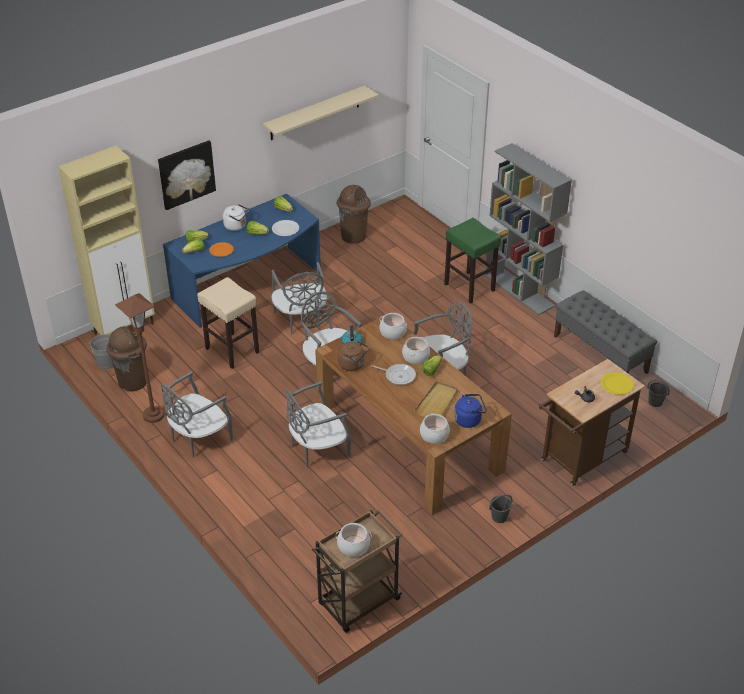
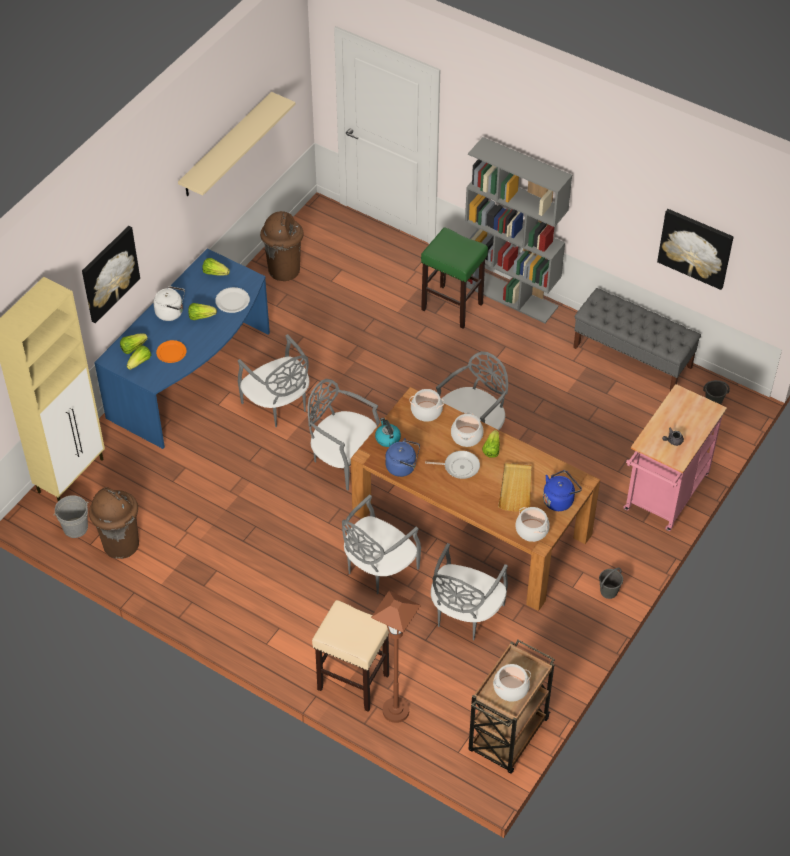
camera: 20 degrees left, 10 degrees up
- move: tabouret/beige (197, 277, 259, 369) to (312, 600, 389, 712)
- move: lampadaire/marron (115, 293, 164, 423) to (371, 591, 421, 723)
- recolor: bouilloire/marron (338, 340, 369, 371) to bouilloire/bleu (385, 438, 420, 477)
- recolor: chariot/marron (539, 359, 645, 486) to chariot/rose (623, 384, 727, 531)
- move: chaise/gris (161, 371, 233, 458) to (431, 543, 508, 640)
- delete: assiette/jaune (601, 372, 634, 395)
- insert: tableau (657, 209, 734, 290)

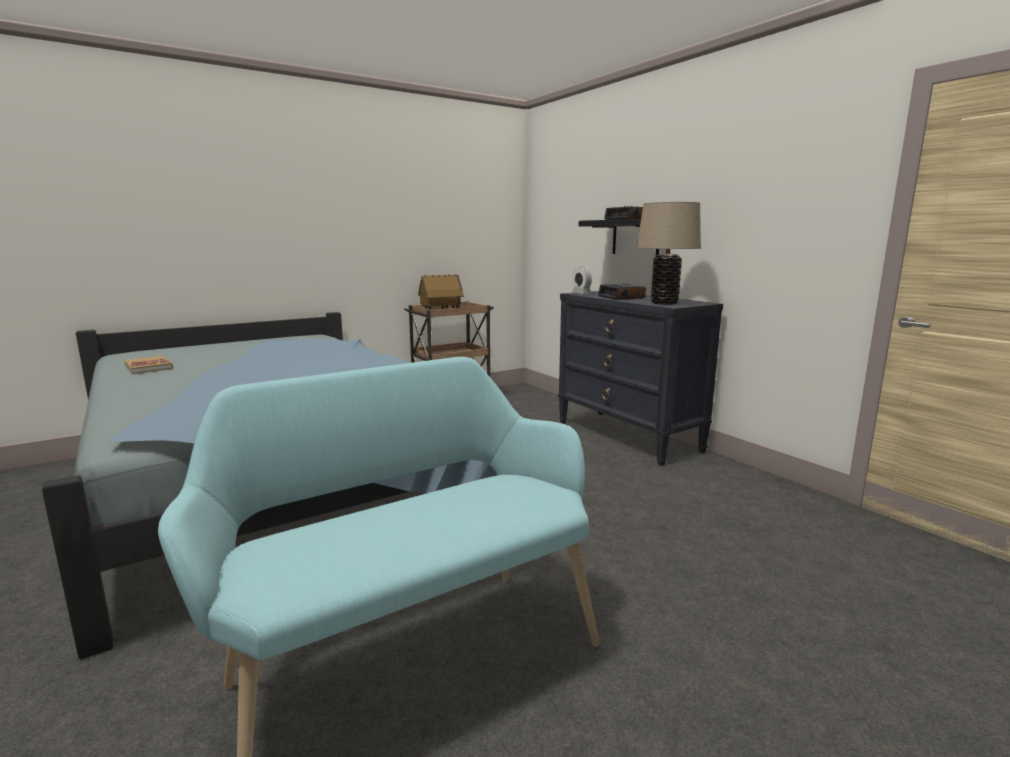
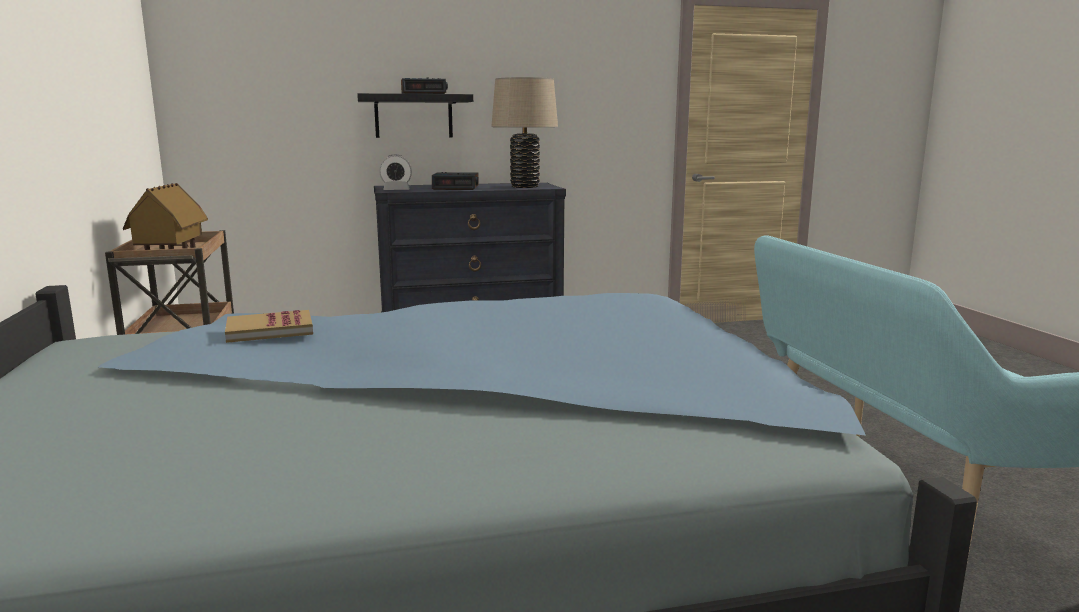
camera: 70 degrees left, 0 degrees up
- move: livre (124, 356, 173, 374) to (225, 310, 313, 343)

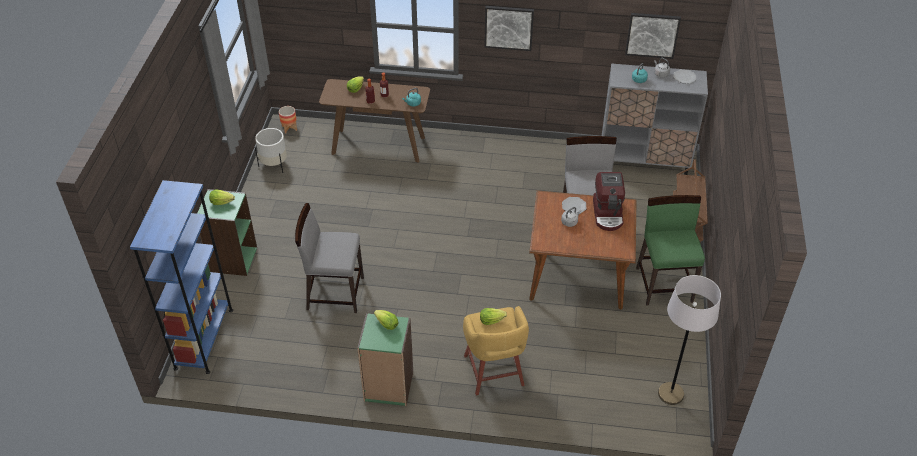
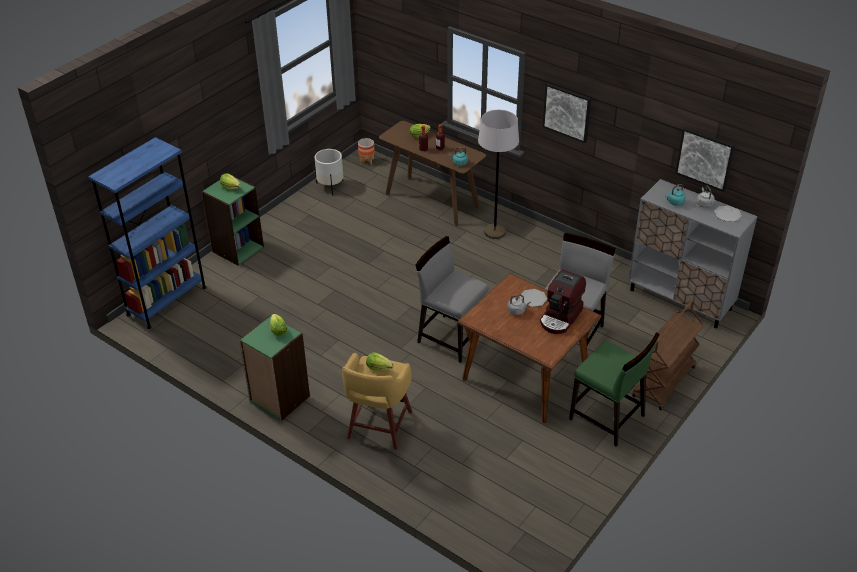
camera: 30 degrees right, 5 degrees down
- rotate: chaise/vert (636, 195, 705, 306) = (569, 332, 659, 447) 105 degrees clockwise
- move: chaise/gris (295, 203, 364, 313) to (416, 236, 488, 363)
- move: lampadaire/gris (658, 275, 721, 405) to (478, 110, 519, 239)

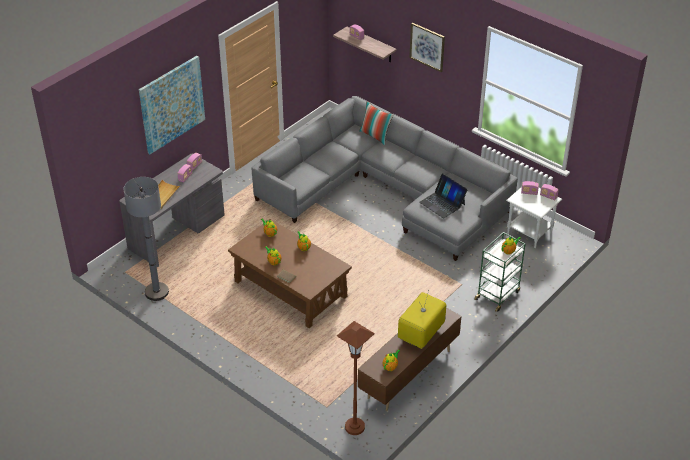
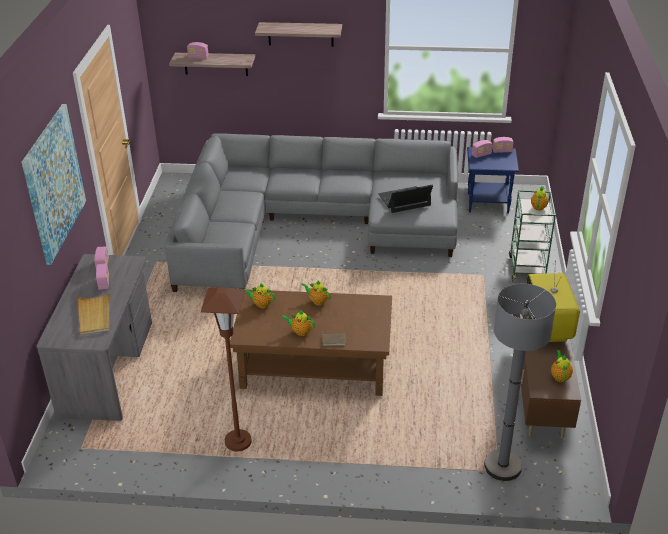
camera: 35 degrees left, 5 degrees down
- replace: tableau (409, 23, 445, 72) to étagère (255, 22, 342, 47)
- delete: coussin (359, 101, 394, 145)
- rotate: ordinateur portable (419, 173, 468, 219) = (378, 185, 433, 213) 150 degrees clockwise
- move: lampadaire/gris (123, 177, 169, 301) to (484, 284, 556, 481)
- recolor: table d'appoint/blanc (506, 187, 562, 248) to table d'appoint/bleu (467, 147, 519, 214)
- move: lampadaire/marron (337, 321, 375, 435) to (201, 287, 252, 452)

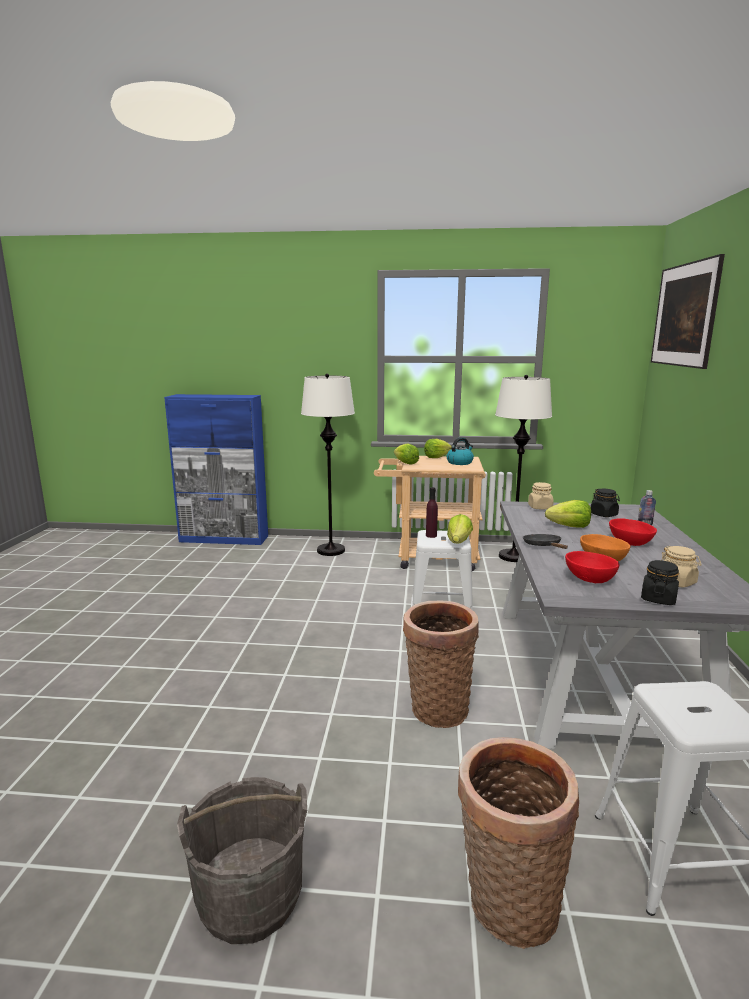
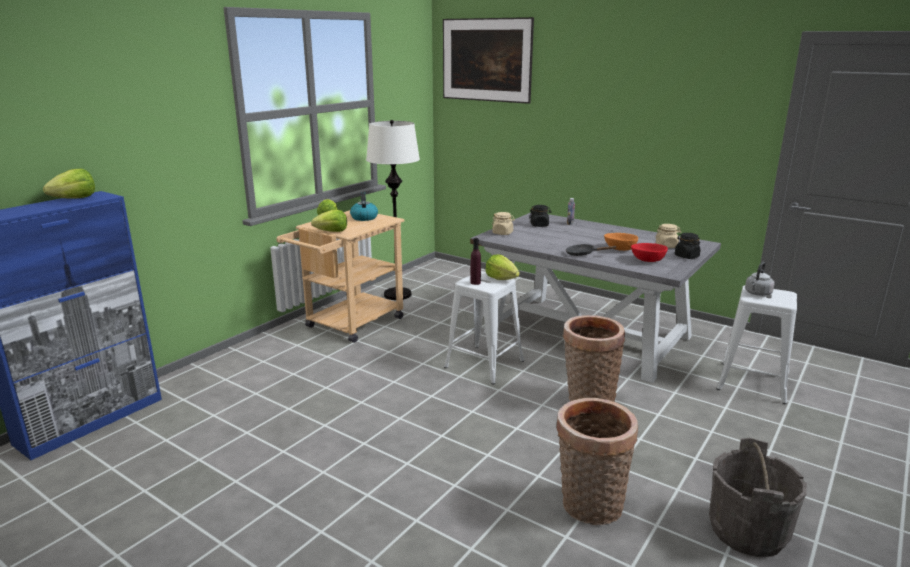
camera: 60 degrees left, 5 degrees up
- delete: lampadaire/blanc (301, 374, 355, 556)
- move: laitue (545, 500, 591, 528) to (43, 168, 95, 199)
- delete: bol/rouge (609, 518, 657, 546)
- move: panier (458, 737, 579, 949) to (556, 398, 638, 525)
- insert: bouilloire/gris (745, 262, 775, 296)

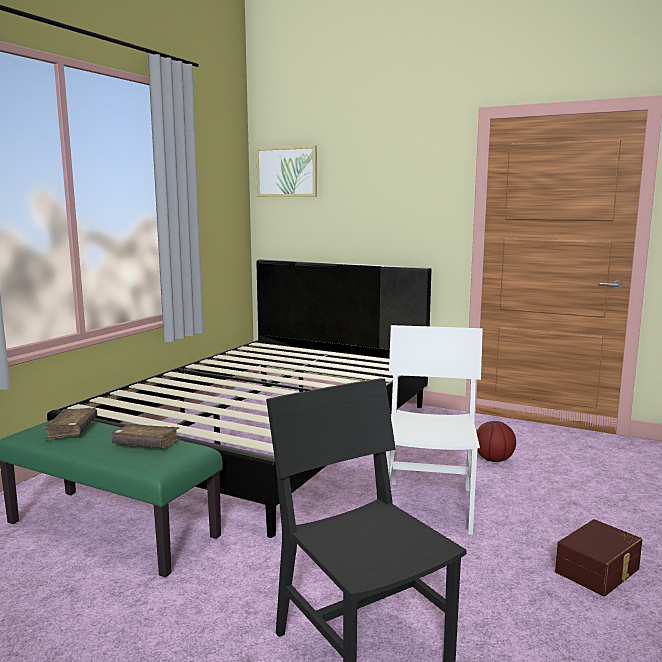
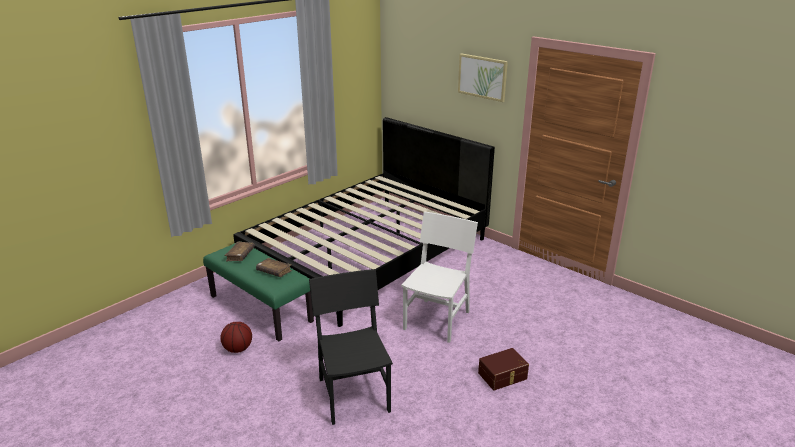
camera: 15 degrees right, 15 degrees up
- move: tableau (256, 145, 317, 197) to (458, 53, 508, 102)
- move: ballon de basket (476, 421, 516, 462) to (220, 322, 252, 353)

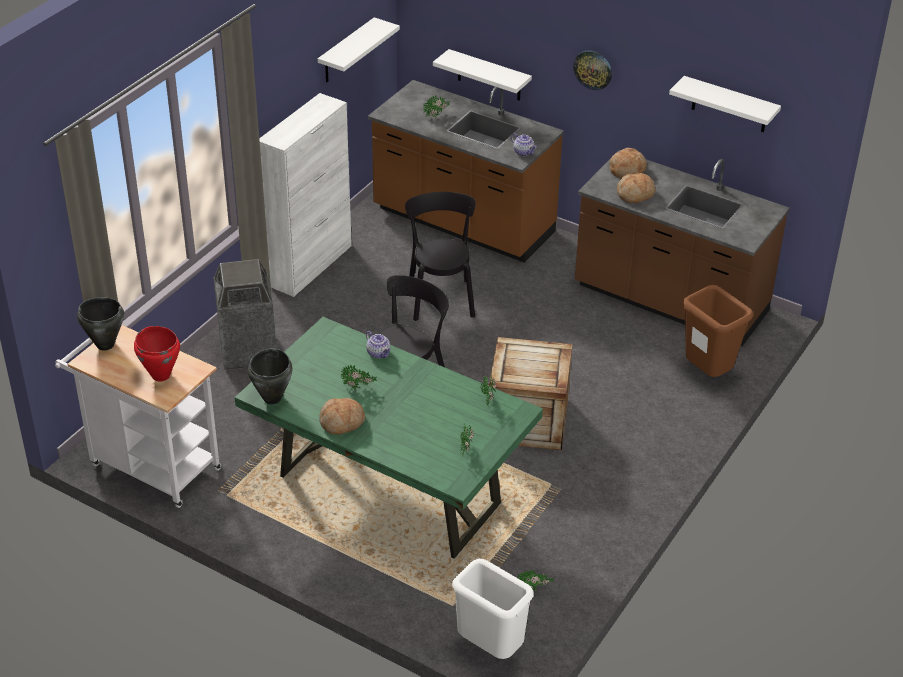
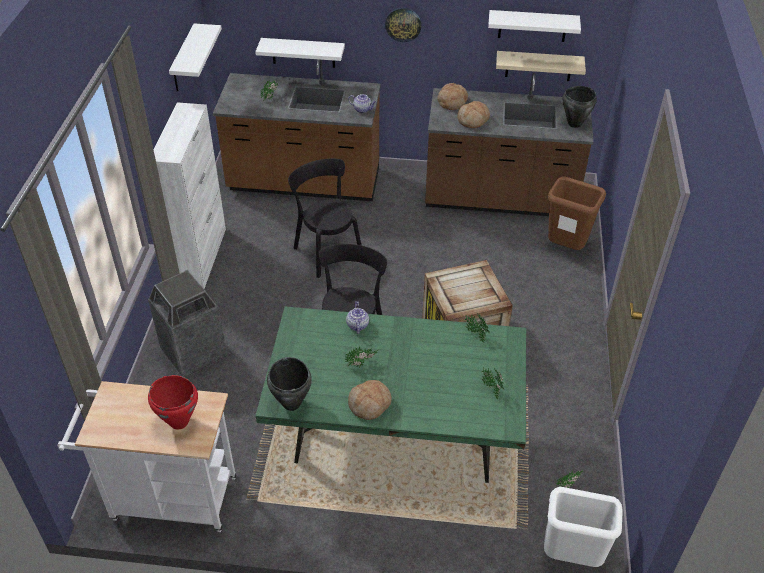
camera: 25 degrees left, 5 degrees up
- move: marmite/noir (77, 297, 124, 351) to (562, 86, 597, 128)
- rotate: théière (366, 331, 391, 359) = (346, 301, 369, 334) 120 degrees counterclockwise
- insert: étagère/beige (496, 51, 586, 81)

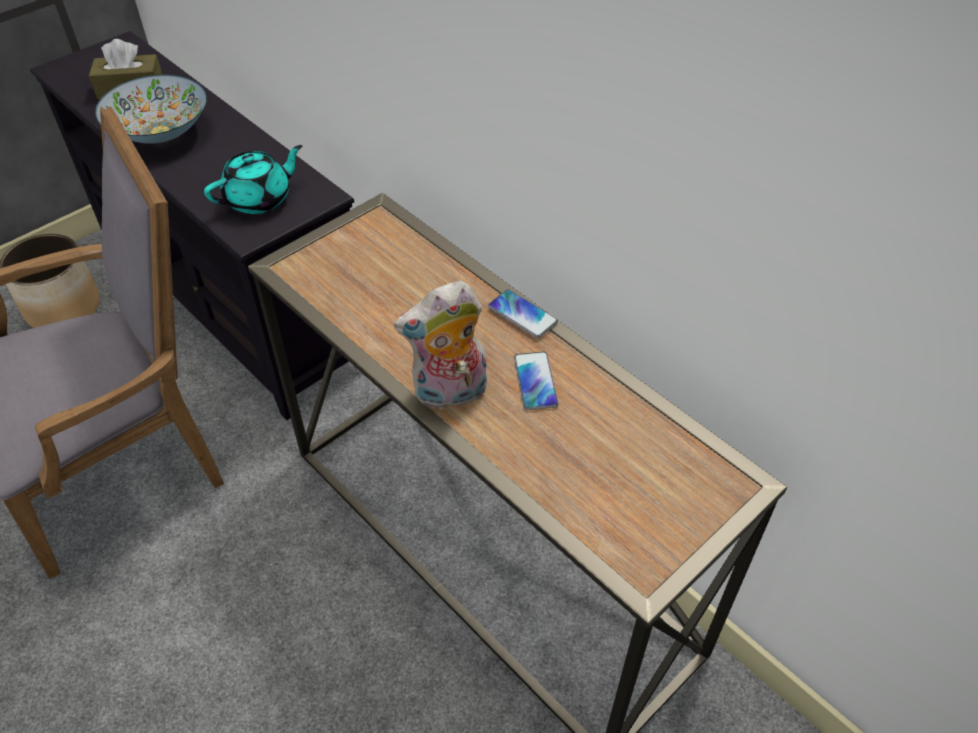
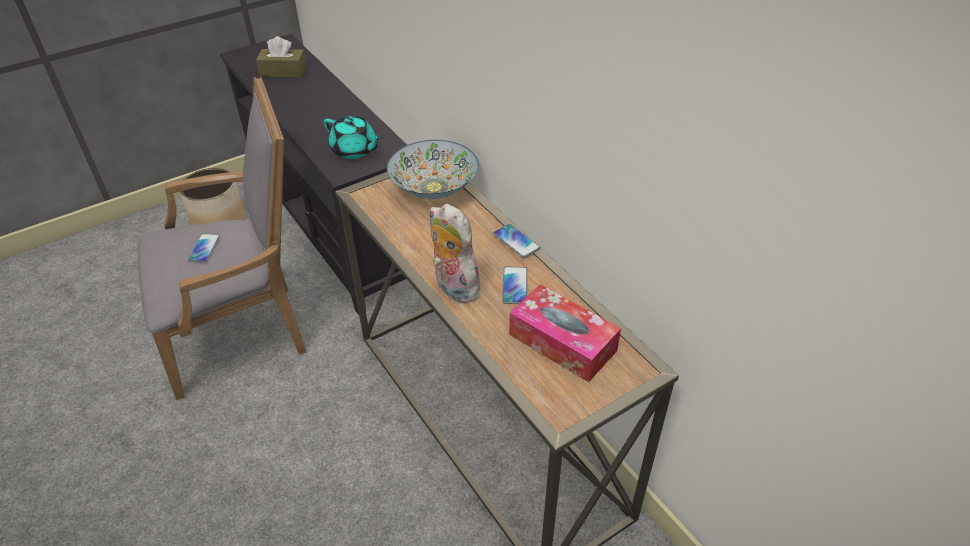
camera: 10 degrees right, 5 degrees down
- move: bol (95, 75, 207, 143) to (387, 140, 478, 199)
- rotate: théière/turquoise (204, 145, 302, 214) = (324, 116, 383, 159) 60 degrees clockwise
- rotate: peluche (394, 281, 487, 410) = (430, 204, 483, 303) 60 degrees clockwise
- insert: téléphone (188, 234, 220, 263)
- insert: boîte à mouchoirs (509, 284, 621, 382)

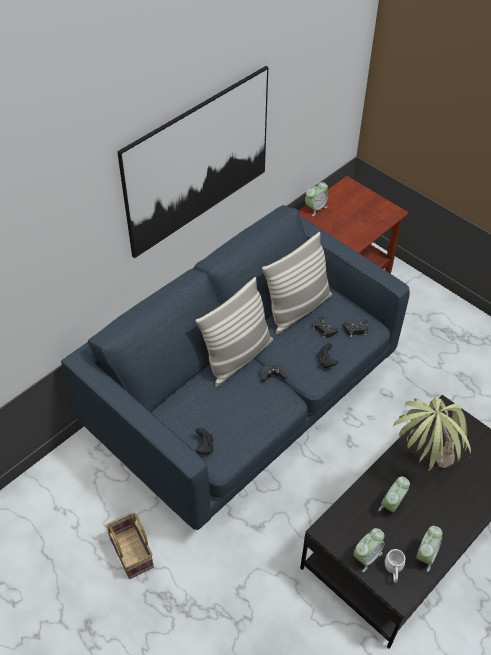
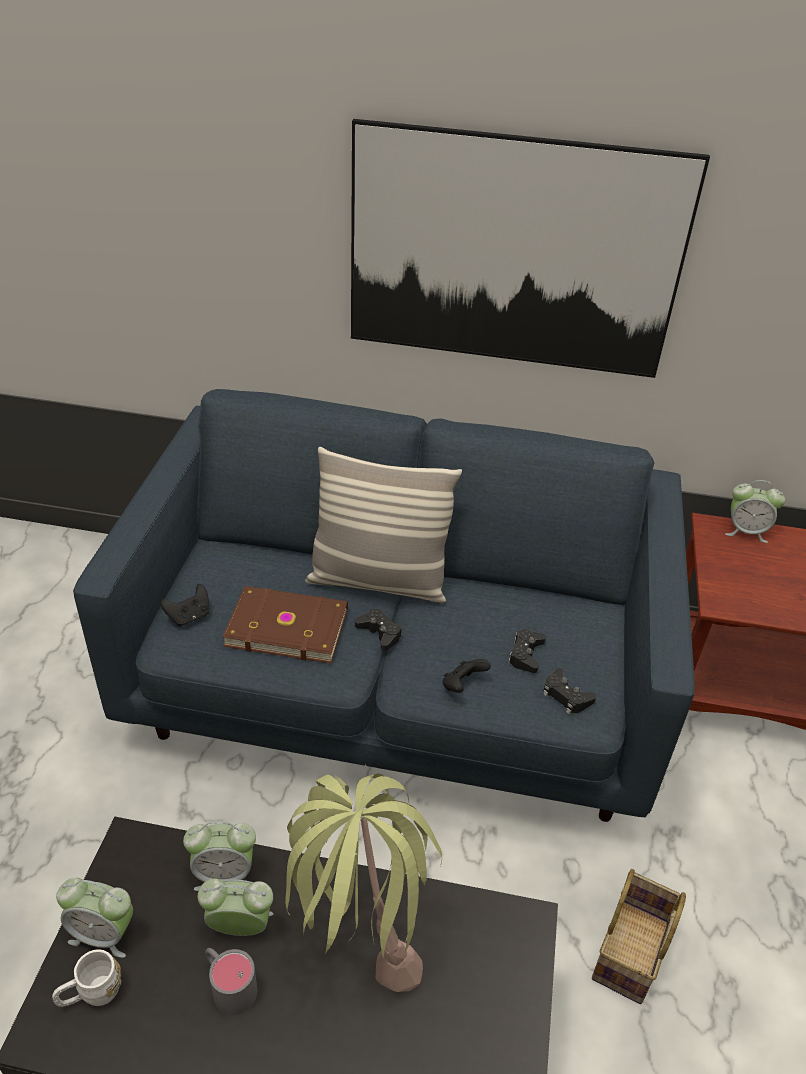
camera: 55 degrees right, 10 degrees down
- delete: coussin (262, 232, 332, 334)
- move: panier (106, 513, 154, 579) to (592, 869, 686, 1004)
- move: réveil (416, 526, 442, 572) to (183, 821, 256, 891)
- insert: livre/marron (222, 586, 348, 664)
- insert: mug/gris (205, 948, 257, 1015)

